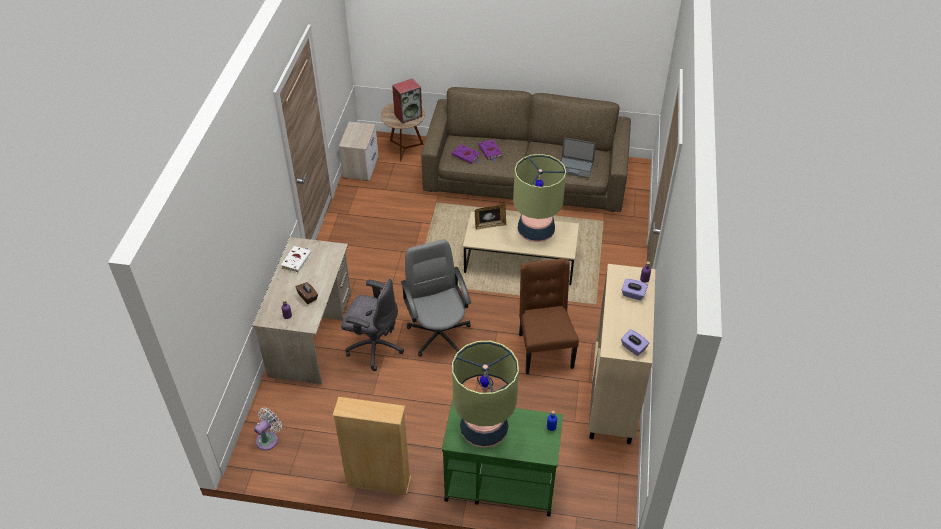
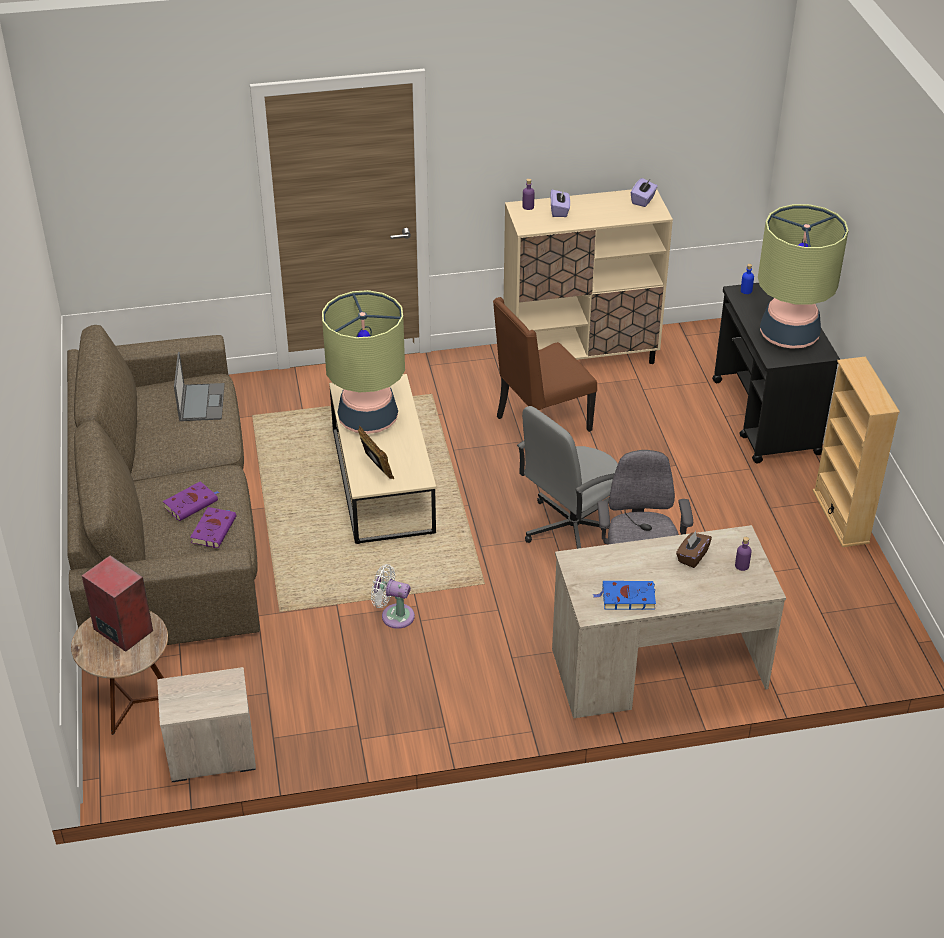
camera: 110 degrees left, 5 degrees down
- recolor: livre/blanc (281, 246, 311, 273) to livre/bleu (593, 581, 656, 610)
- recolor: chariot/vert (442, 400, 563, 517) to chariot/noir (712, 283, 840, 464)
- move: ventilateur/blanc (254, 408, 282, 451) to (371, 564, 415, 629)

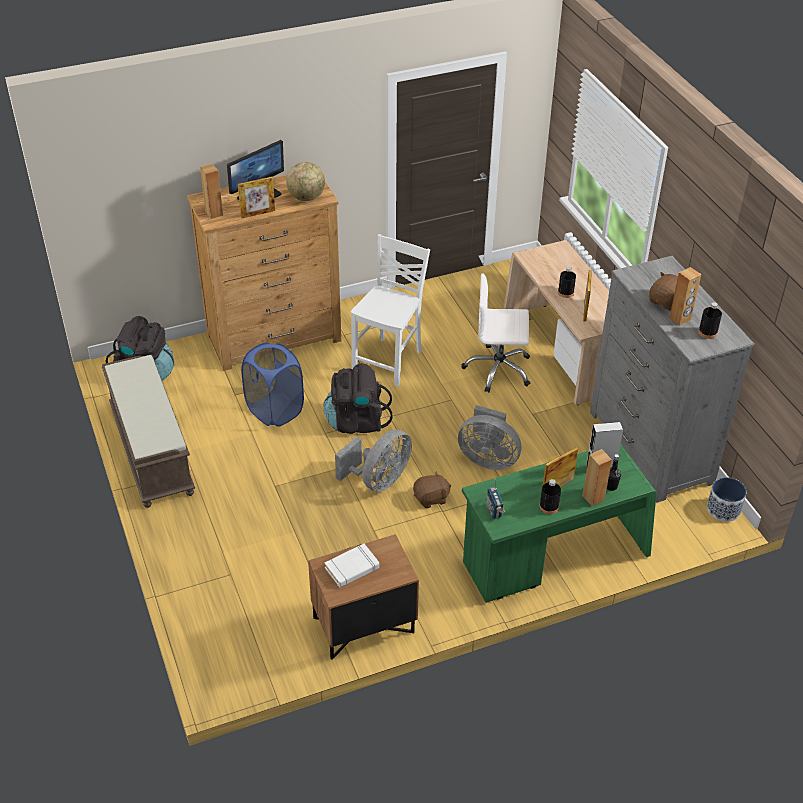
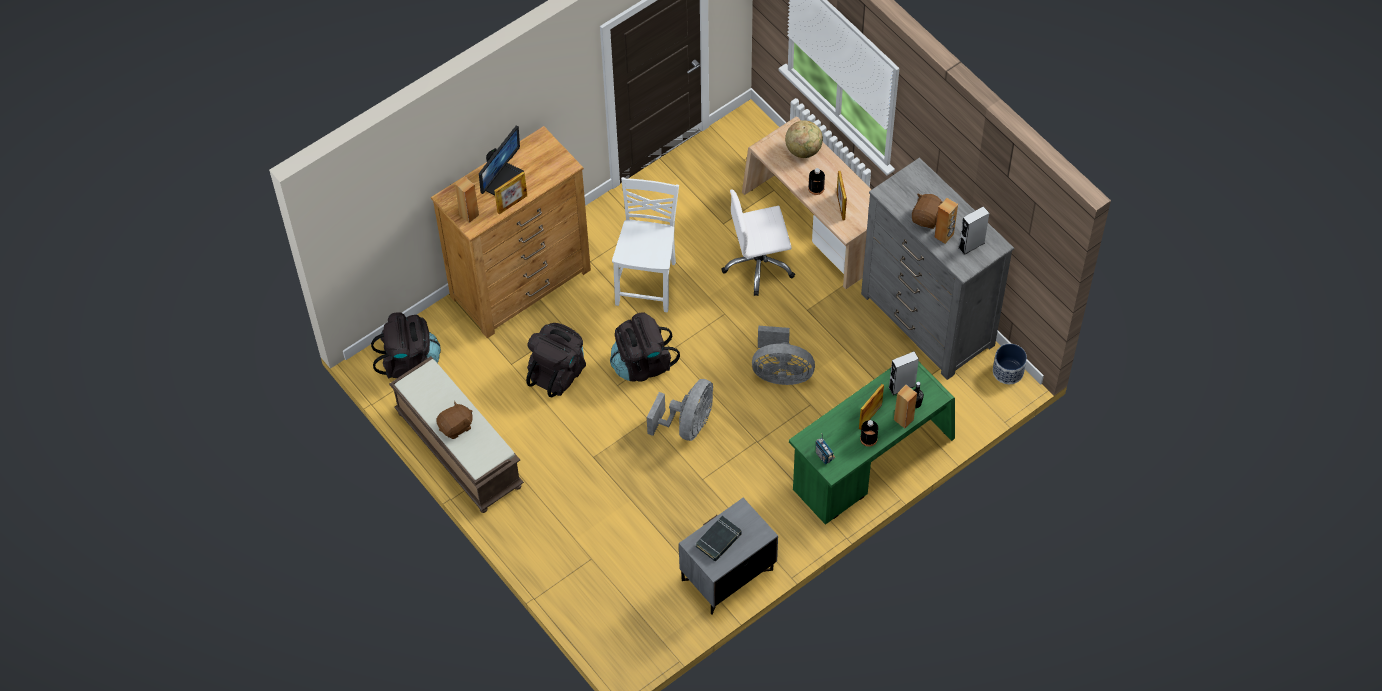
camera: 15 degrees left, 15 degrees up
- move: globe (286, 162, 325, 201) to (785, 120, 823, 158)
- replace: bouteille/noir (698, 302, 722, 339) to enceinte/gris (958, 206, 989, 255)
- replace: panier à linge/bleu (241, 342, 304, 427) to sac à dos/noir (526, 323, 586, 397)
- move: peluche/marron (413, 471, 451, 508) to (436, 401, 473, 439)
- recolor: table de chevet/marron (308, 534, 419, 660) to table de chevet/gris (679, 498, 778, 615)
- recolor: livre/blanc (325, 544, 379, 587) to livre/noir (696, 516, 742, 561)

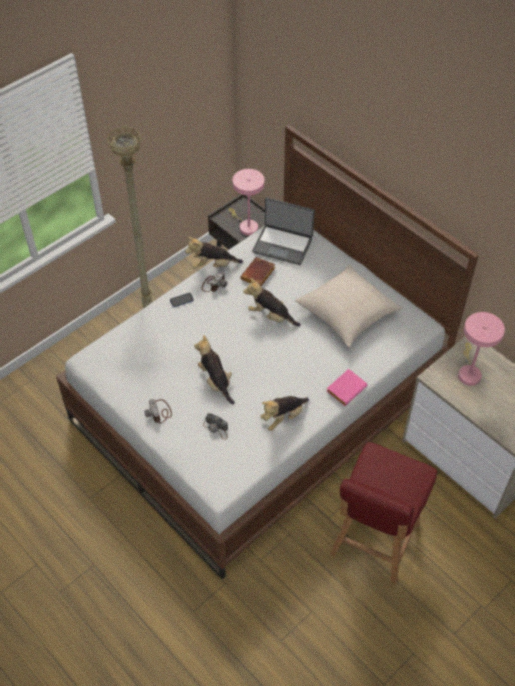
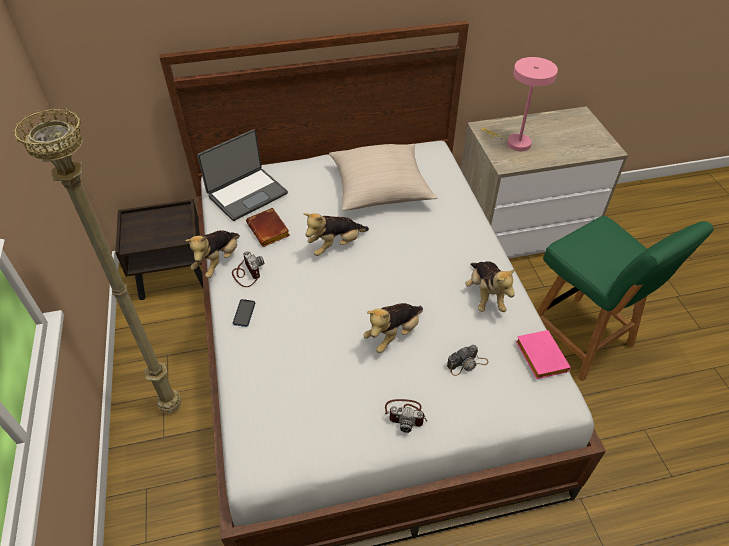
camera: 60 degrees left, 5 degrees down
- delete: lampe de table/rose (229, 169, 265, 236)
- rotate: peluche (194, 335, 235, 404) = (363, 303, 423, 353) 45 degrees counterclockwise
- move: livre/rose (327, 369, 367, 406) to (516, 330, 571, 379)
- recolor: chaise/rouge (330, 442, 437, 584) to chaise/vert (537, 216, 714, 381)

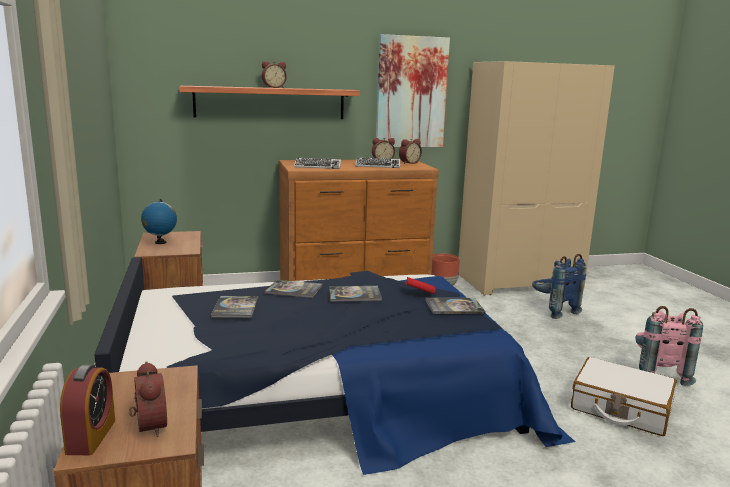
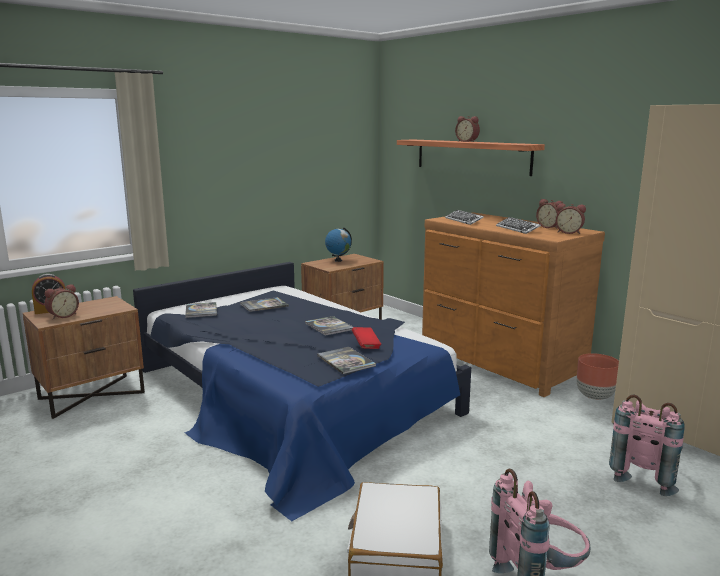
camera: 65 degrees right, 0 degrees up
- delete: tableau (376, 34, 450, 147)
- recolor: sac à dos/bleu (532, 254, 586, 319) to sac à dos/rose (609, 395, 685, 496)
- move: livre (265, 280, 323, 298) to (185, 302, 217, 318)

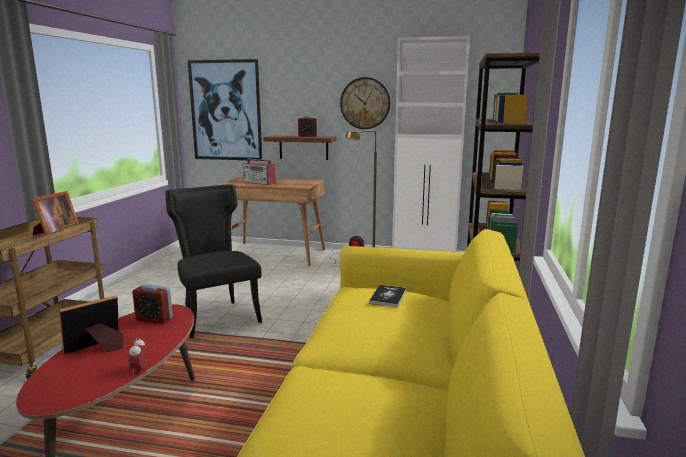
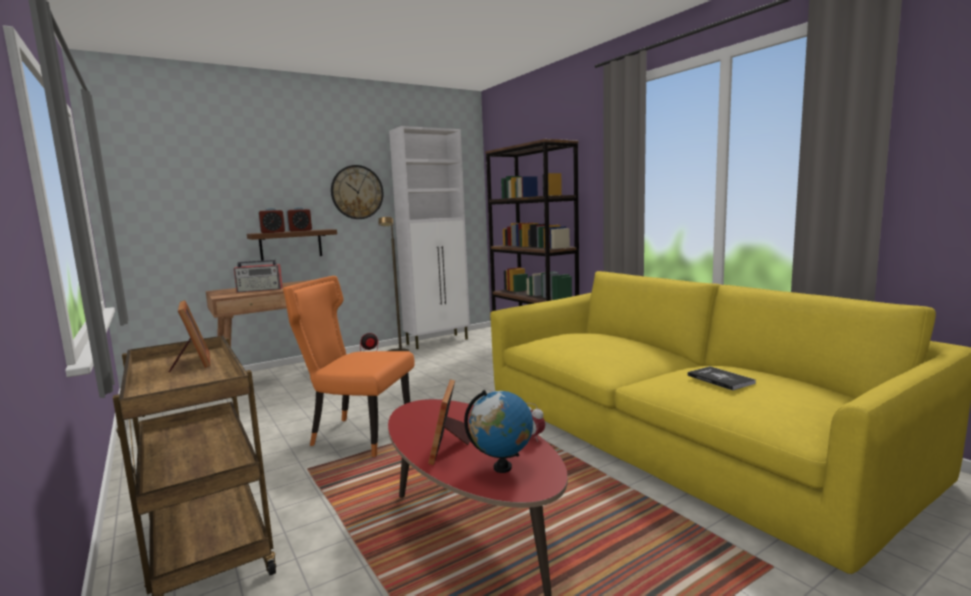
camera: 45 degrees left, 5 degrees down
- delete: tableau (188, 59, 262, 161)
- recolor: chaise/noir (165, 185, 262, 338) to chaise/orange (283, 276, 414, 457)
- move: réveil (132, 285, 173, 324) to (258, 208, 285, 233)
- move: livre (369, 285, 406, 307) to (688, 366, 756, 390)
- insert: globe (464, 390, 533, 473)

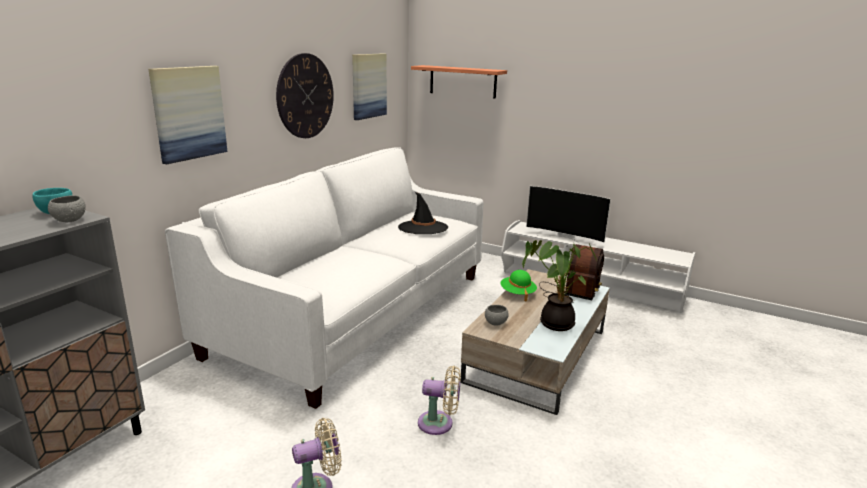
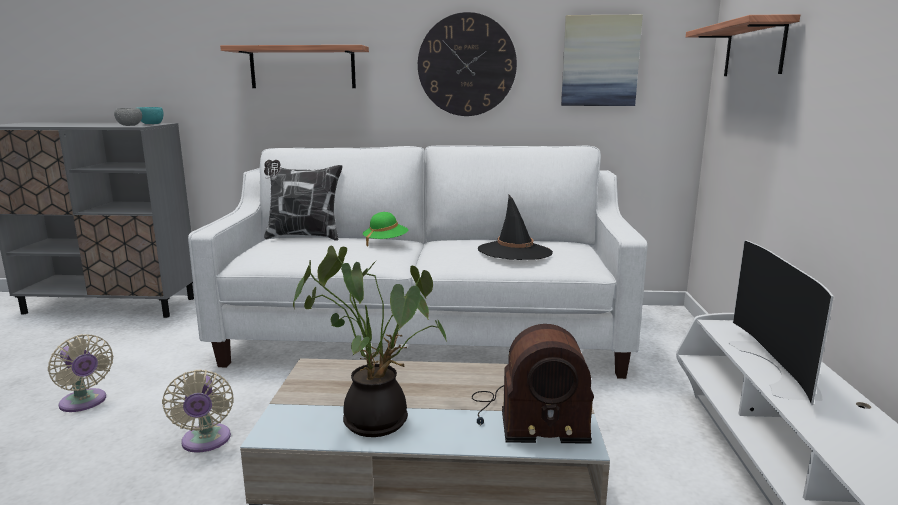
camera: 65 degrees right, 5 degrees down
- replace: tableau (148, 66, 227, 164) to étagère (220, 45, 369, 88)
- move: chapeau/vert (500, 270, 537, 301) to (363, 212, 408, 247)
- delete: bol/gris (485, 305, 509, 326)
- insert: coussin (264, 160, 342, 241)

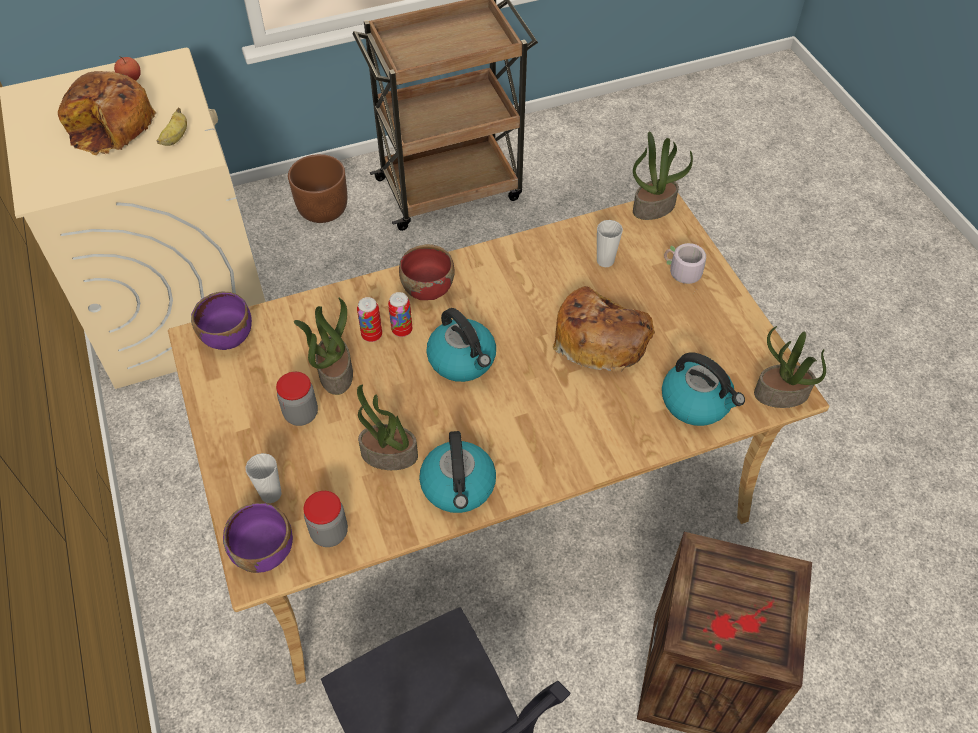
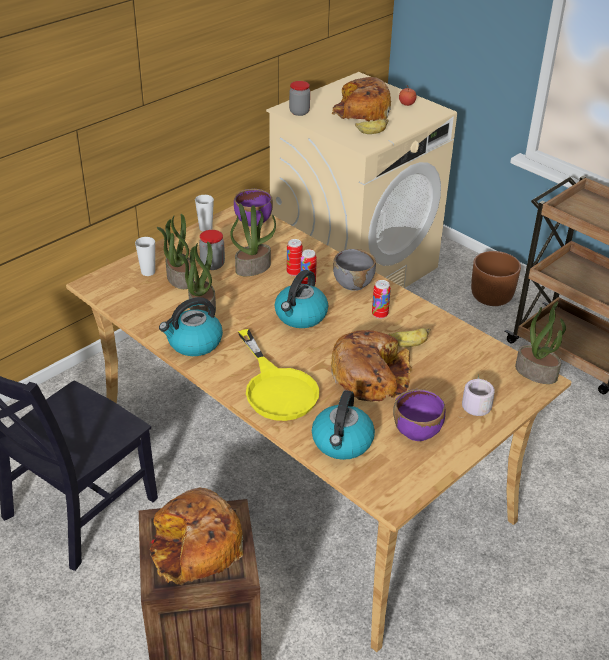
camera: 65 degrees right, 15 degrees down
- move: tasse (597, 220, 623, 267) to (195, 195, 214, 231)
- recolor: bol/rouge (399, 244, 455, 300) to bol/gris (333, 249, 376, 291)
- move: plante en pot (754, 326, 826, 408) to (157, 214, 194, 289)
- move: bocal (303, 491, 348, 547) to (289, 81, 310, 116)
- move: bol/violet (223, 503, 293, 573) to (393, 389, 446, 441)
- insert: boîte métallique (372, 280, 391, 319)
- insert: banane (389, 327, 431, 347)
- insert: poêle/jaune (238, 329, 319, 421)
- insert: pain (149, 488, 244, 586)

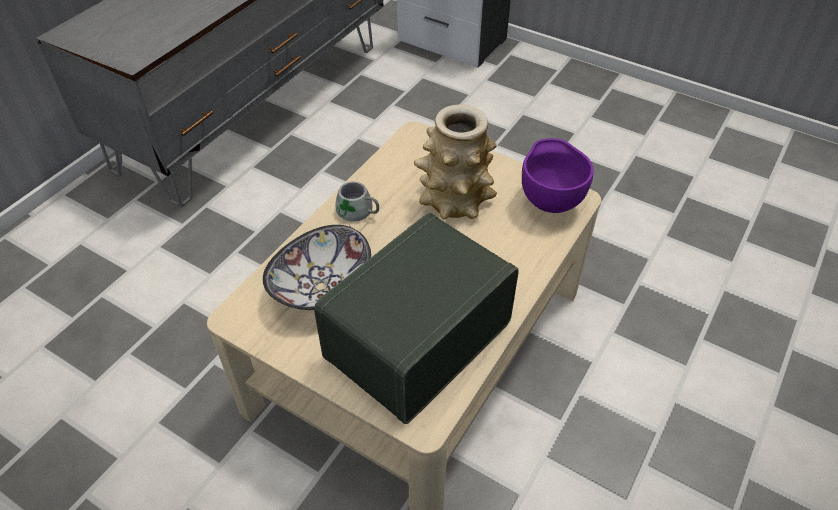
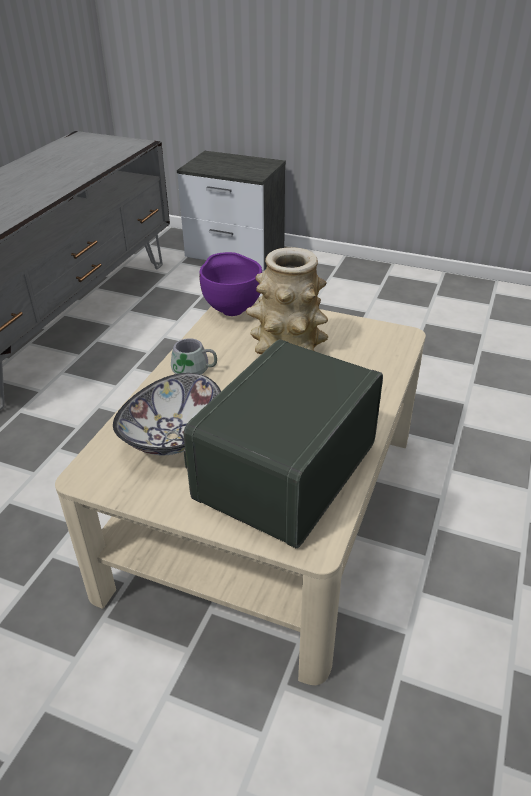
camera: 10 degrees left, 10 degrees down
- move: bol/violet (522, 138, 594, 213) to (199, 252, 262, 316)

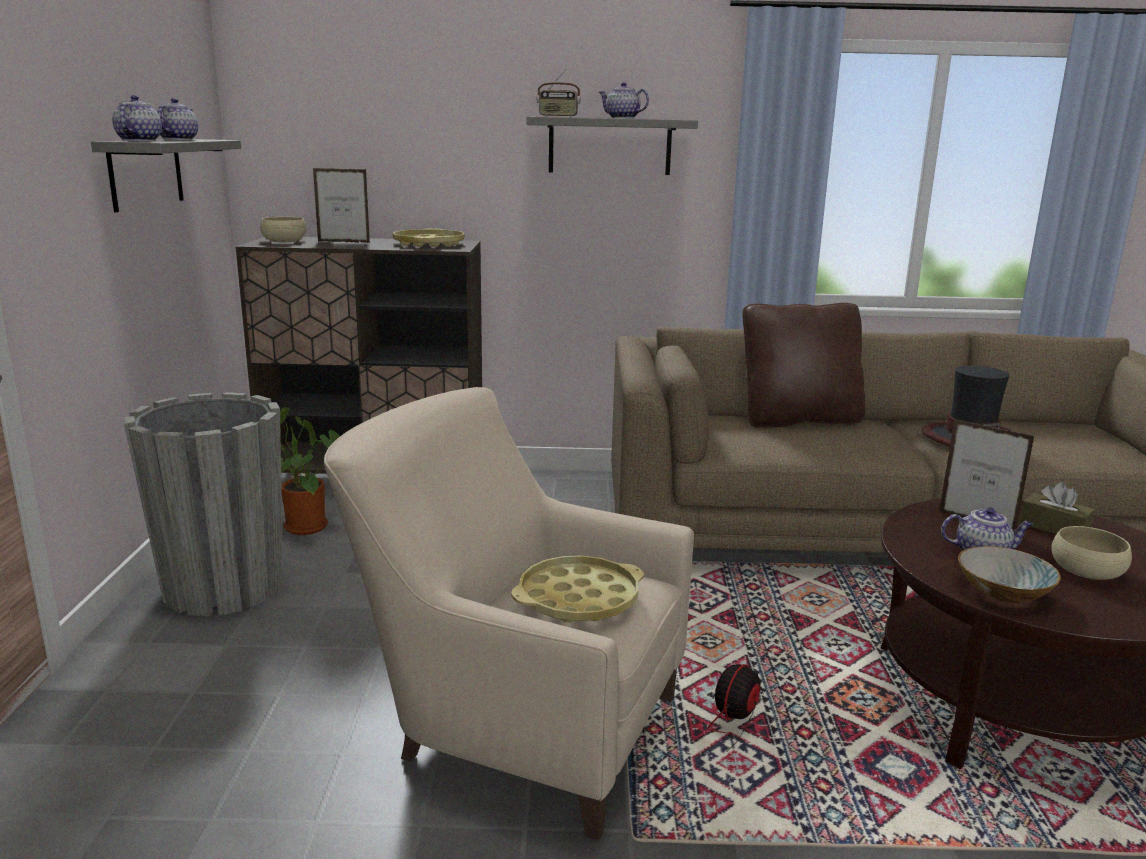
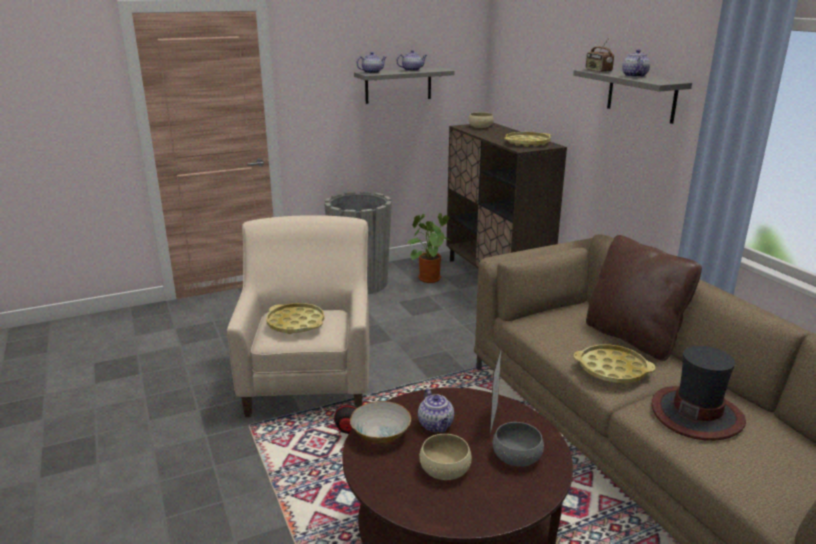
camera: 65 degrees right, 5 degrees up
- delete: cadre photo (313, 168, 370, 243)
- replace: boîte à mouchoirs/marron (1019, 482, 1095, 534) to bol/gris (493, 422, 544, 467)
- insert: plateau/jaune (574, 344, 655, 384)

